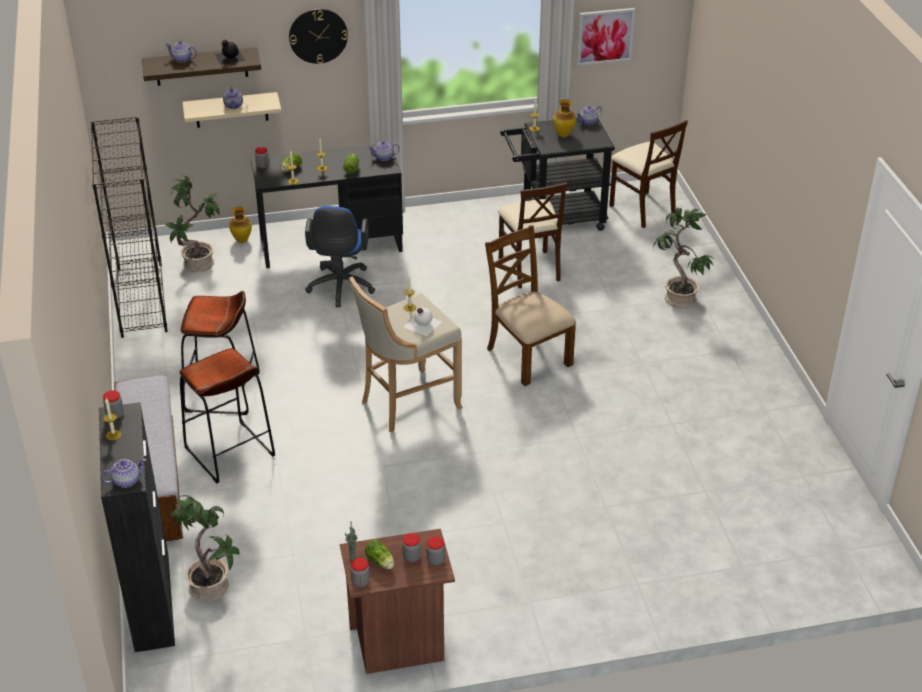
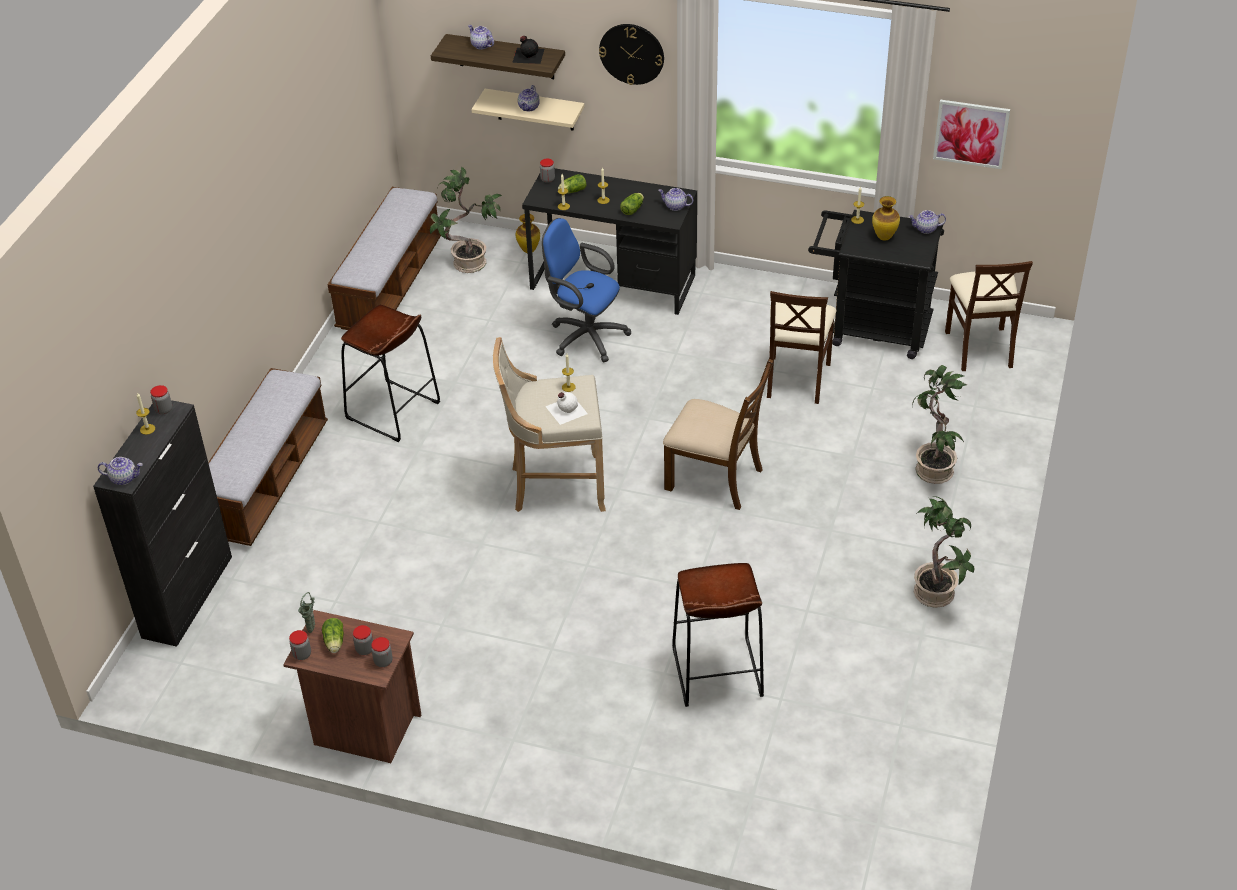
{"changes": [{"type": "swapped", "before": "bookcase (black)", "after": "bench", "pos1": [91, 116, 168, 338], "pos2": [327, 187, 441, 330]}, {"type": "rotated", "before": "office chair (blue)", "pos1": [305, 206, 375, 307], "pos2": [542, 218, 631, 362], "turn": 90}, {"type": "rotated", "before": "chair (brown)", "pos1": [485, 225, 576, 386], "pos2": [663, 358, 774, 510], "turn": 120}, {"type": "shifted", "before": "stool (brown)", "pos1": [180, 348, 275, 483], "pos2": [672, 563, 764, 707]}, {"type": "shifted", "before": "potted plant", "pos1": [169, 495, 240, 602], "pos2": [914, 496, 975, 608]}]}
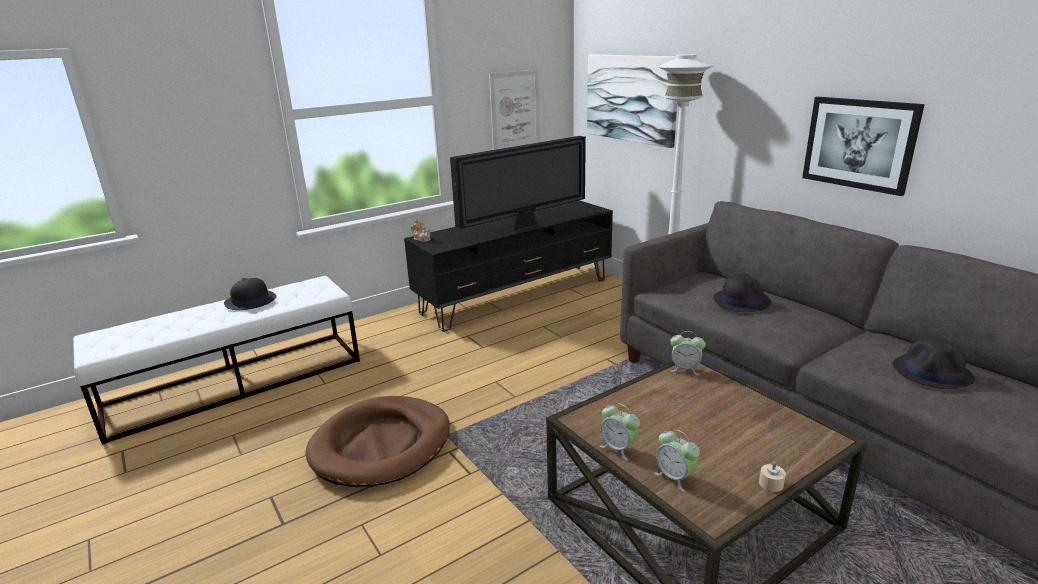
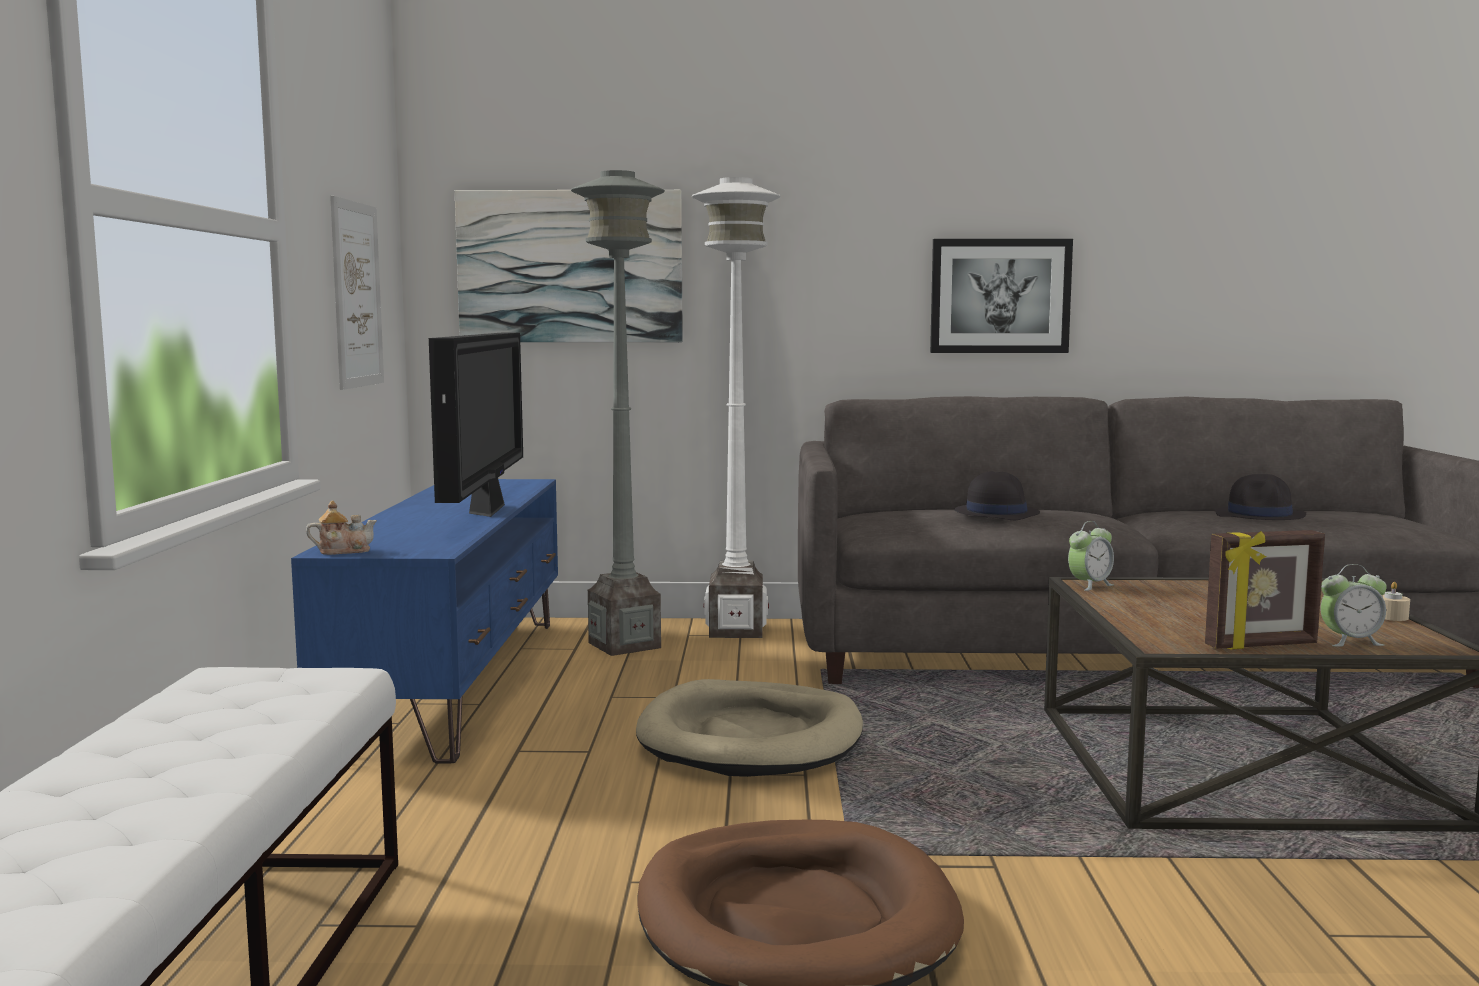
{"changes": [{"type": "repainted", "before": "tv stand (black)", "after": "tv stand (blue)", "pos1": [404, 200, 613, 332], "pos2": [291, 479, 558, 764]}, {"type": "new", "after": "floor lamp (grey)", "pos2": [571, 170, 665, 656]}, {"type": "new", "after": "dog bed (beige)", "pos2": [636, 679, 863, 777]}, {"type": "swapped", "before": "alarm clock", "after": "picture frame", "pos1": [600, 403, 640, 461], "pos2": [1205, 530, 1325, 650]}, {"type": "gone", "before": "hat (black)", "pos1": [224, 278, 277, 310]}]}
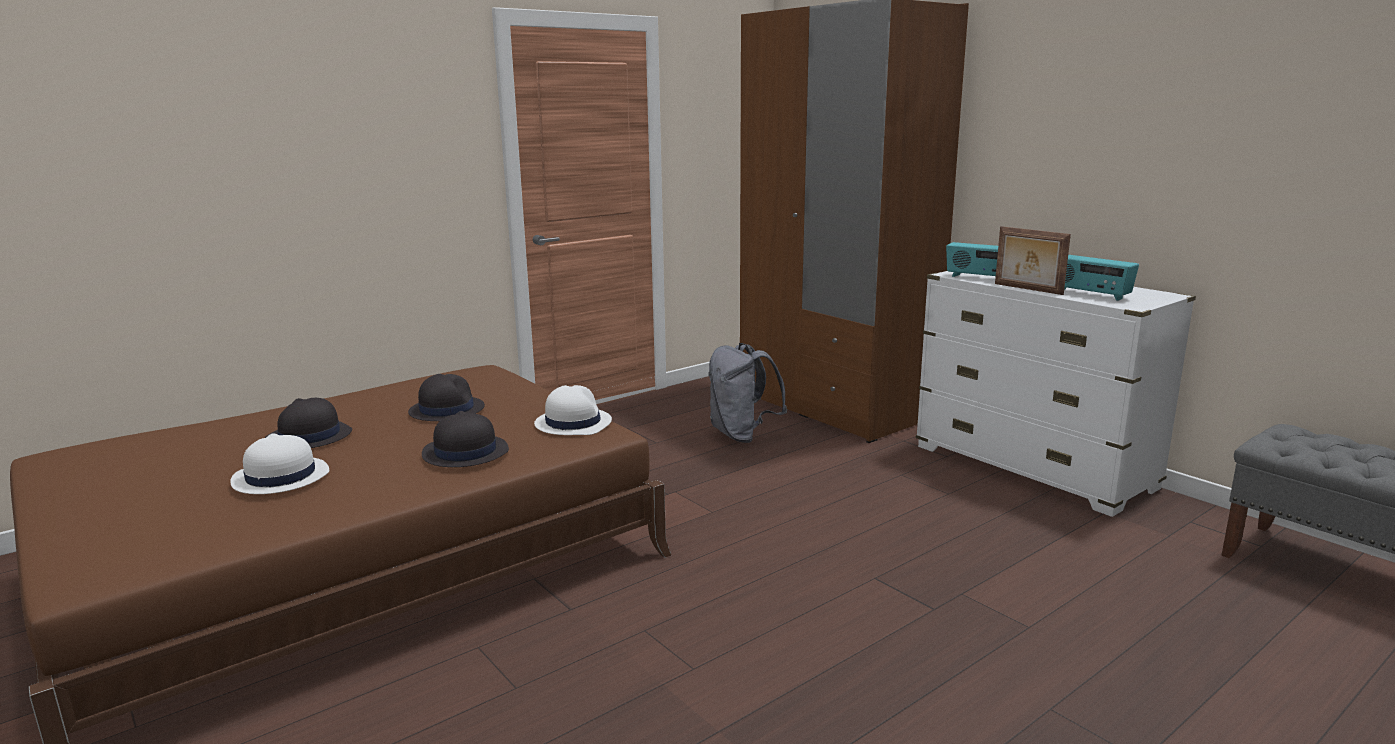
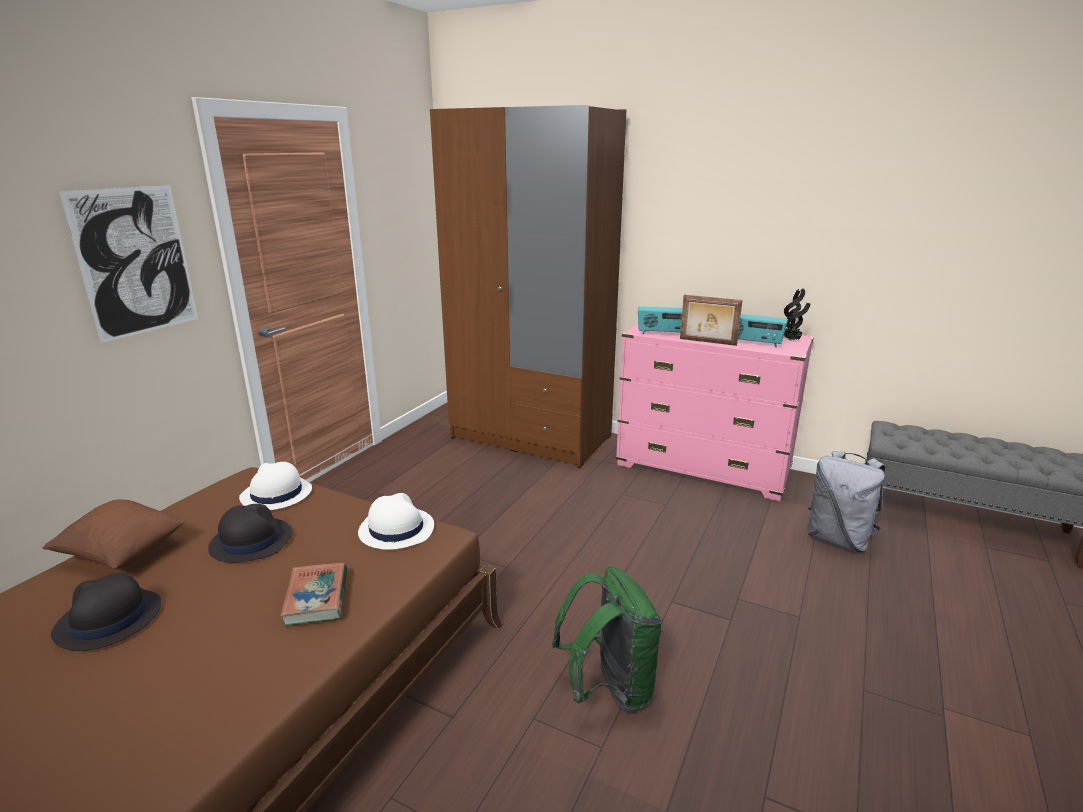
{"changes": [{"type": "new", "after": "pillow (brown)", "pos2": [42, 500, 185, 569]}, {"type": "new", "after": "picture", "pos2": [59, 185, 198, 343]}, {"type": "shifted", "before": "hat (white)", "pos1": [230, 433, 329, 494], "pos2": [239, 462, 312, 510]}, {"type": "swapped", "before": "hat (black)", "after": "book", "pos1": [422, 411, 509, 467], "pos2": [280, 563, 347, 626]}, {"type": "new", "after": "backpack (green)", "pos2": [552, 567, 662, 713]}, {"type": "repainted", "before": "dresser (white)", "after": "dresser (pink)", "pos1": [916, 271, 1196, 517], "pos2": [616, 323, 814, 501]}, {"type": "new", "after": "potted plant", "pos2": [784, 288, 811, 341]}, {"type": "shifted", "before": "backpack (grey)", "pos1": [708, 343, 787, 443], "pos2": [807, 451, 885, 552]}]}
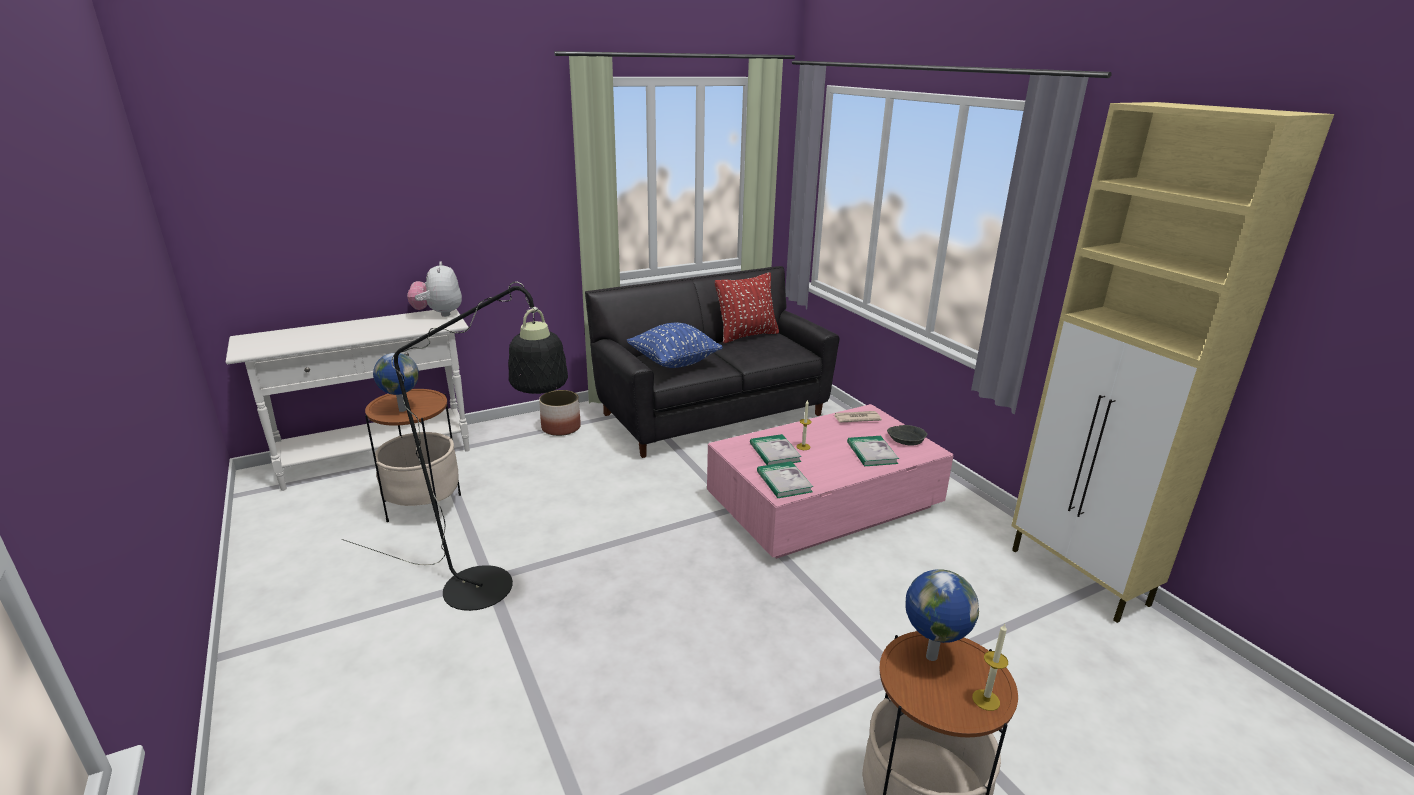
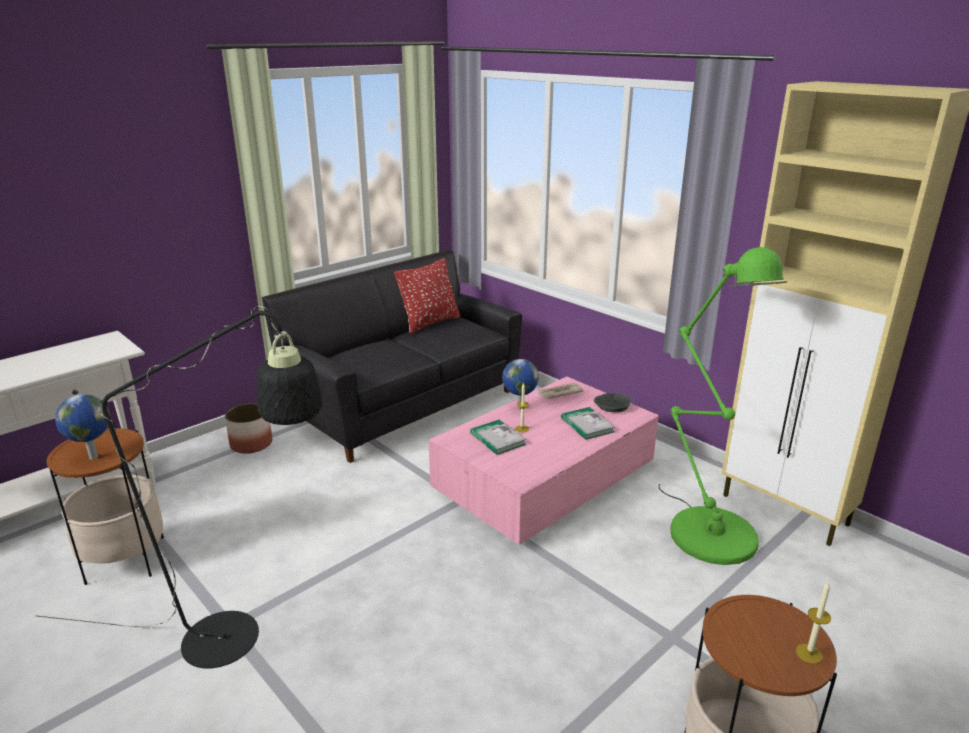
{"changes": [{"type": "shifted", "before": "globe", "pos1": [905, 569, 979, 661], "pos2": [502, 359, 539, 410]}, {"type": "new", "after": "floor lamp (green)", "pos2": [659, 247, 787, 565]}, {"type": "gone", "before": "plush toy", "pos1": [407, 261, 462, 317]}, {"type": "gone", "before": "pillow (blue)", "pos1": [627, 323, 723, 368]}, {"type": "gone", "before": "book", "pos1": [757, 461, 813, 498]}]}
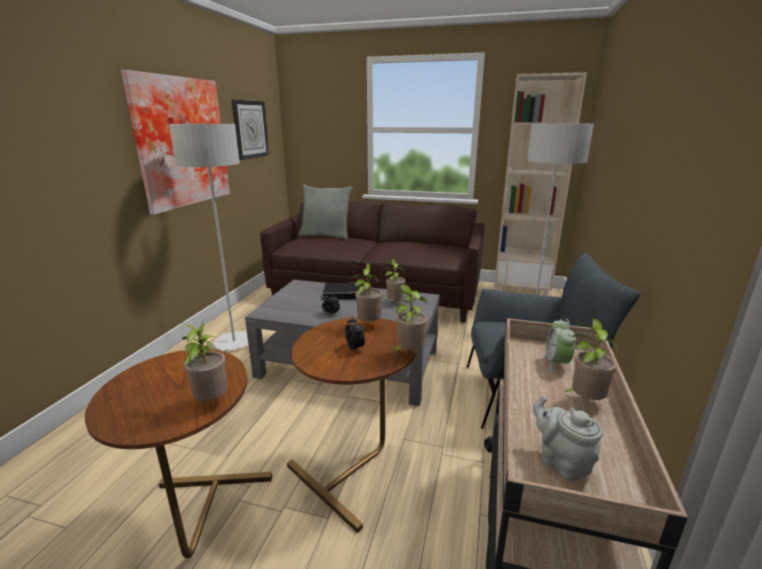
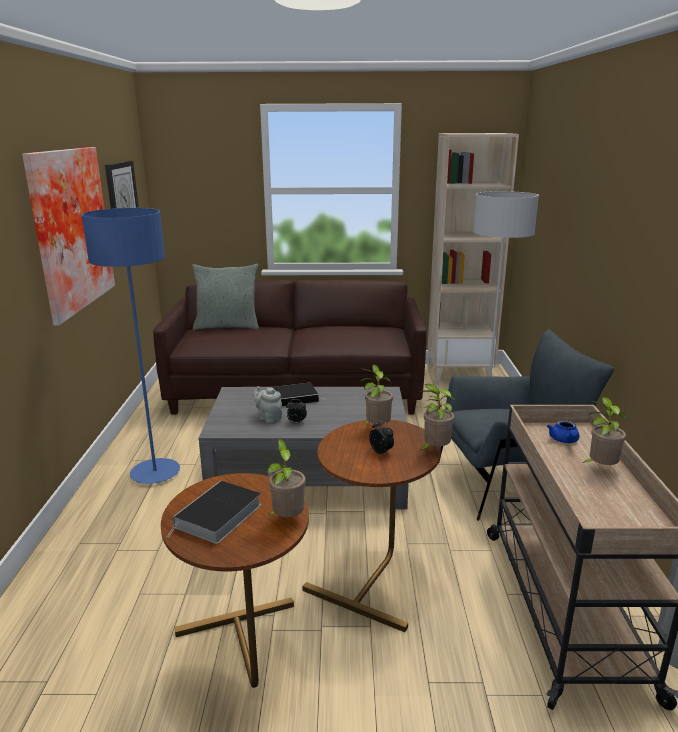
{"changes": [{"type": "repainted", "before": "floor lamp (grey)", "after": "floor lamp (blue)", "pos1": [169, 124, 248, 350], "pos2": [82, 208, 180, 484]}, {"type": "new", "after": "book", "pos2": [167, 481, 261, 544]}, {"type": "shifted", "before": "teapot (grey)", "pos1": [533, 396, 603, 481], "pos2": [254, 386, 282, 423]}, {"type": "swapped", "before": "alarm clock", "after": "teapot (blue)", "pos1": [543, 318, 576, 372], "pos2": [547, 420, 579, 443]}, {"type": "gone", "before": "potted plant", "pos1": [383, 259, 405, 300]}]}
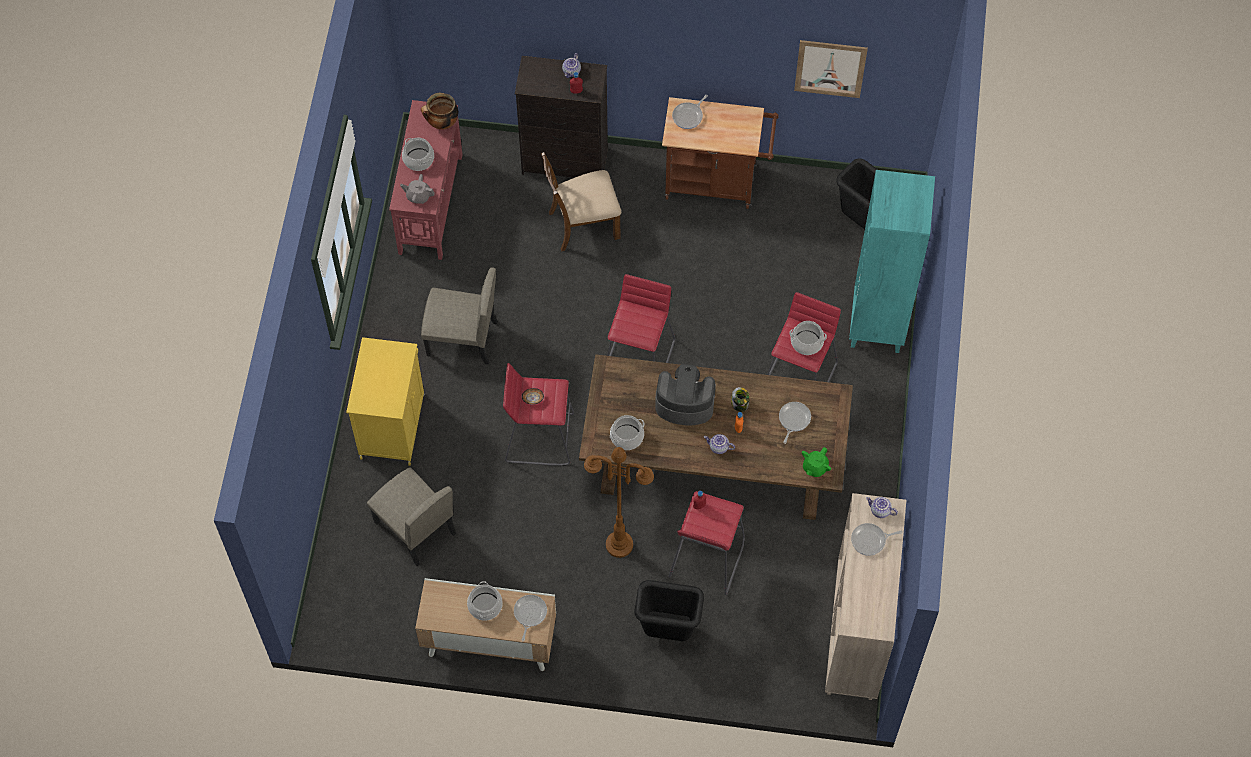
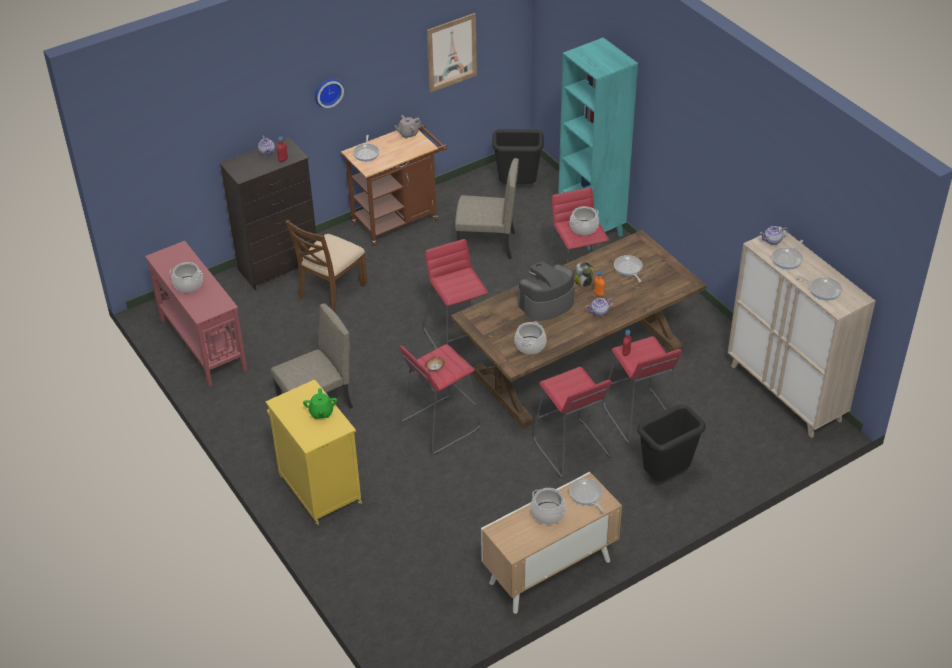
{"changes": [{"type": "shifted", "before": "teapot (green)", "pos1": [802, 447, 831, 477], "pos2": [303, 388, 337, 419]}, {"type": "new", "after": "wall clock", "pos2": [315, 79, 344, 108]}, {"type": "shifted", "before": "teapot (grey)", "pos1": [400, 174, 435, 204], "pos2": [394, 115, 421, 139]}, {"type": "shifted", "before": "chair (beige)", "pos1": [367, 467, 456, 566], "pos2": [455, 158, 519, 259]}, {"type": "swapped", "before": "floor lamp (brown)", "after": "stool (red)", "pos1": [584, 447, 654, 558], "pos2": [533, 367, 612, 478]}, {"type": "new", "after": "frying pan", "pos2": [796, 275, 842, 300]}, {"type": "gone", "before": "cooking pot", "pos1": [421, 93, 458, 129]}]}
